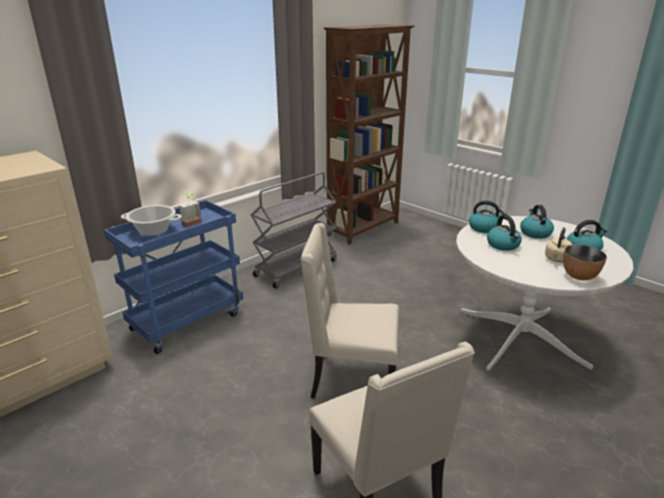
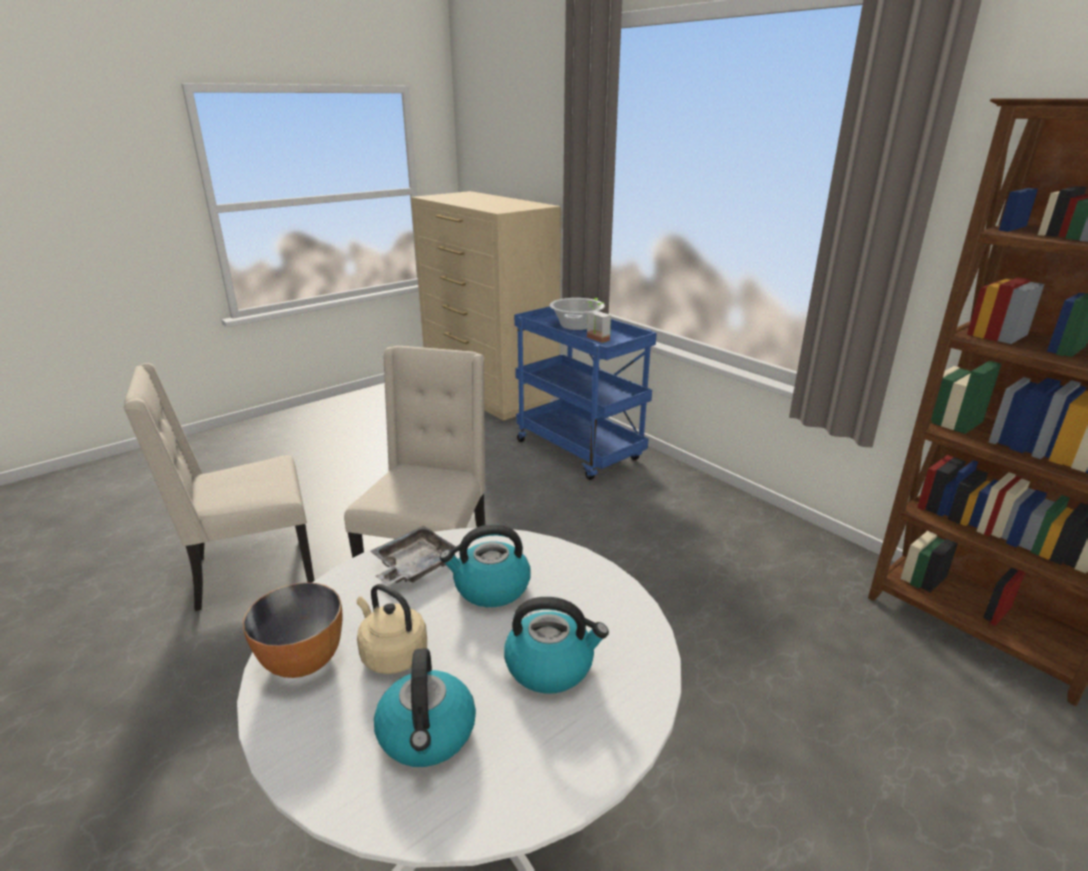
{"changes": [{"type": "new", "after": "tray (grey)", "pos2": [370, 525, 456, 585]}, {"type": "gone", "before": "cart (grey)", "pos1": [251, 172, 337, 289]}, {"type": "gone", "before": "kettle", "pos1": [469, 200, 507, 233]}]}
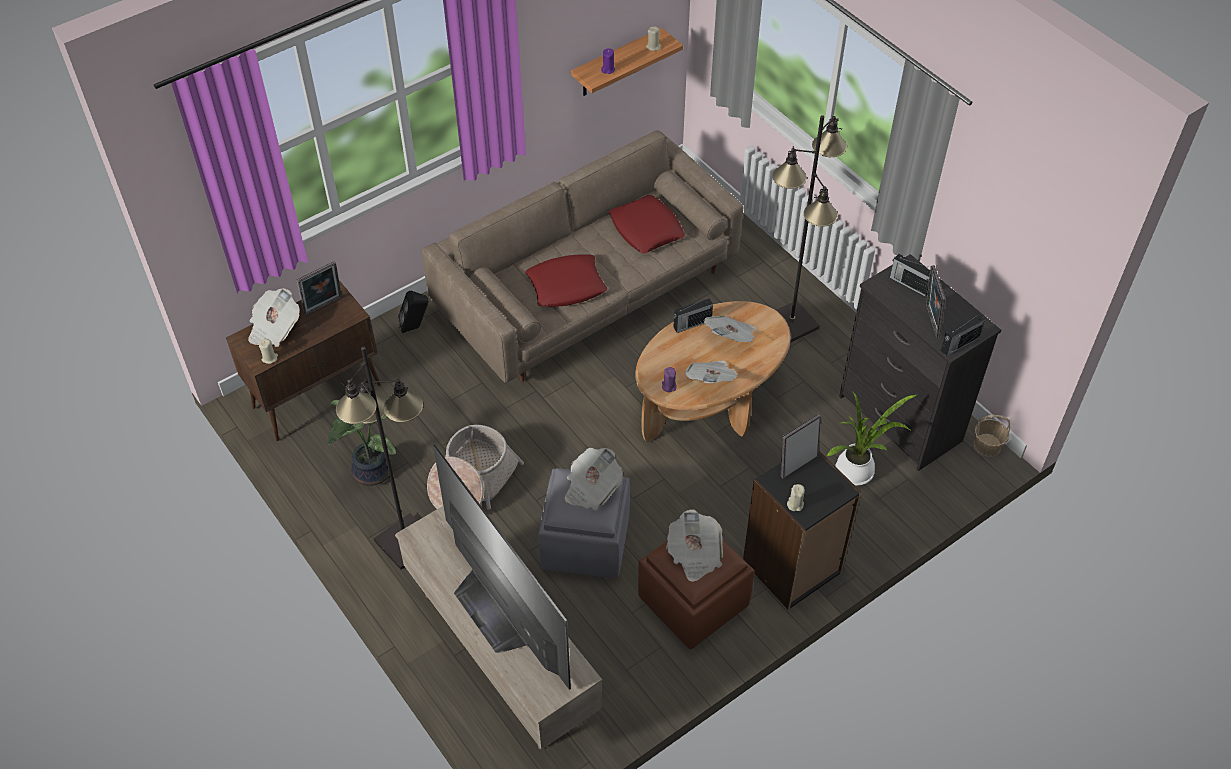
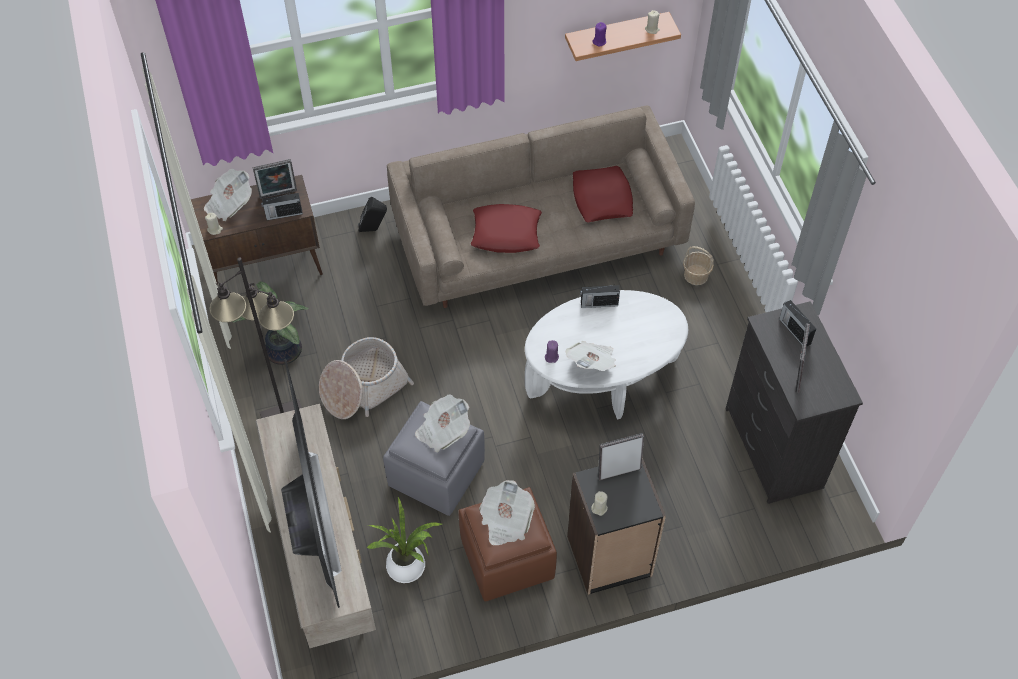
{"changes": [{"type": "shifted", "before": "radio", "pos1": [941, 314, 985, 356], "pos2": [261, 192, 303, 220]}, {"type": "shifted", "before": "potted plant", "pos1": [826, 391, 916, 486], "pos2": [367, 497, 442, 583]}, {"type": "repainted", "before": "coffee table (brown)", "after": "coffee table (white)", "pos1": [635, 301, 791, 442], "pos2": [525, 290, 688, 419]}, {"type": "shifted", "before": "basket", "pos1": [973, 415, 1010, 457], "pos2": [683, 246, 714, 285]}, {"type": "gone", "before": "newspaper", "pos1": [704, 316, 756, 342]}, {"type": "gone", "before": "floor lamp (black)", "pos1": [772, 115, 847, 343]}]}
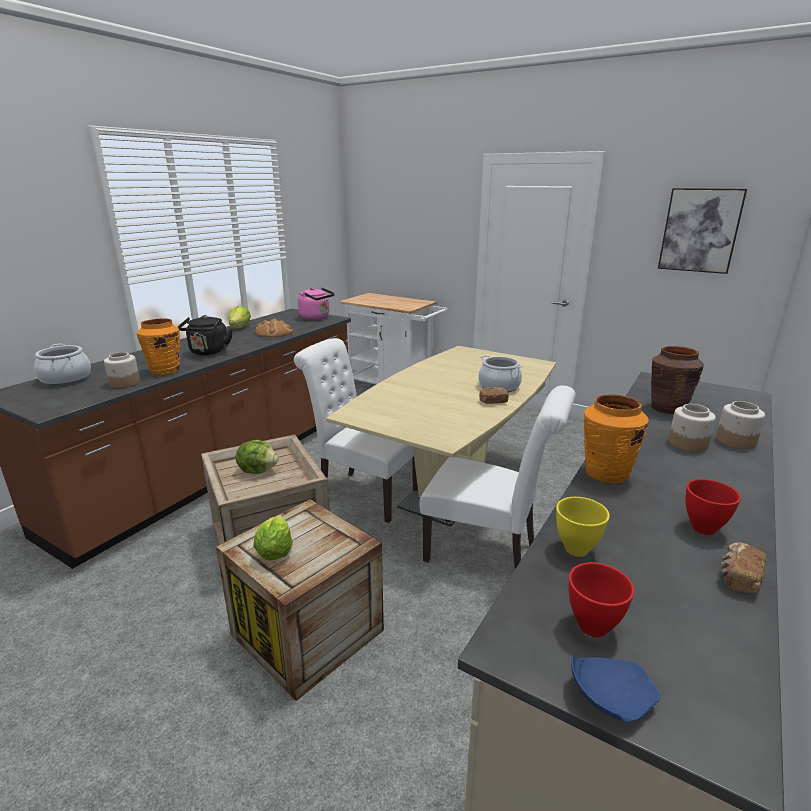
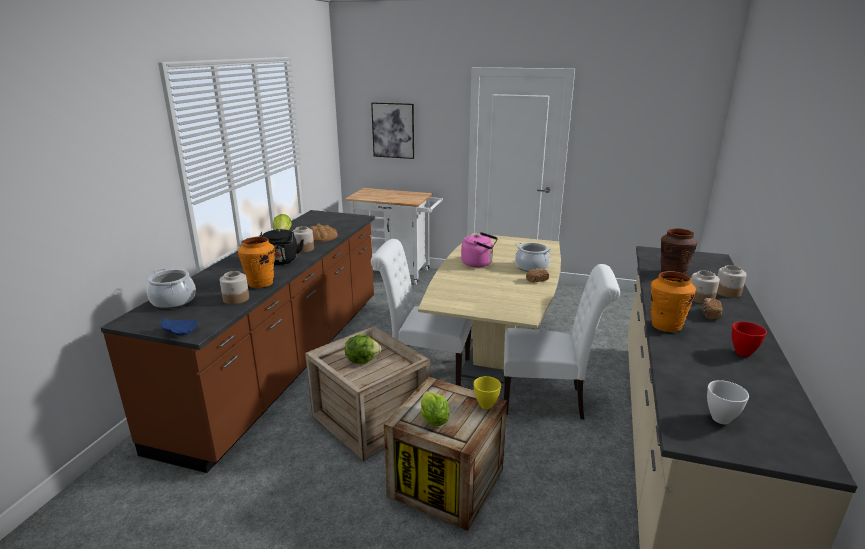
{"changes": [{"type": "shifted", "before": "plate (blue)", "pos1": [571, 655, 660, 722], "pos2": [160, 318, 198, 336]}, {"type": "new", "after": "jar", "pos2": [293, 226, 314, 253]}, {"type": "shifted", "before": "picture", "pos1": [658, 188, 747, 274], "pos2": [371, 102, 414, 159]}, {"type": "shifted", "before": "kettle (pink)", "pos1": [298, 288, 335, 320], "pos2": [461, 232, 498, 267]}, {"type": "shifted", "before": "bowl (yellow)", "pos1": [556, 497, 610, 557], "pos2": [473, 376, 501, 409]}, {"type": "shifted", "before": "bread", "pos1": [721, 543, 767, 594], "pos2": [701, 298, 723, 319]}, {"type": "repainted", "before": "bowl (red)", "after": "bowl (white)", "pos1": [569, 562, 634, 637], "pos2": [707, 380, 749, 424]}]}
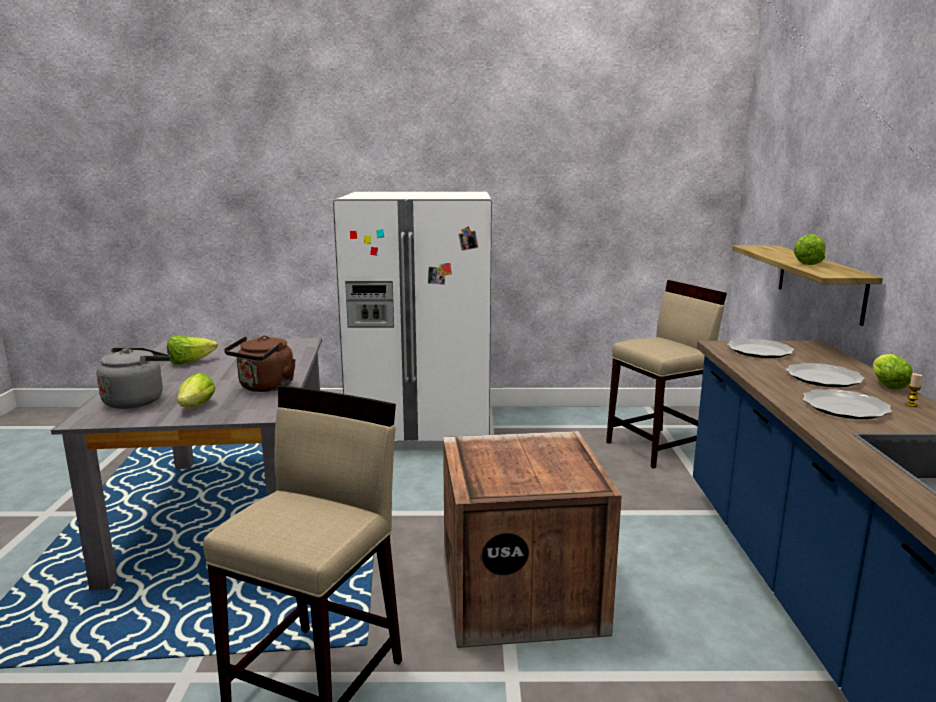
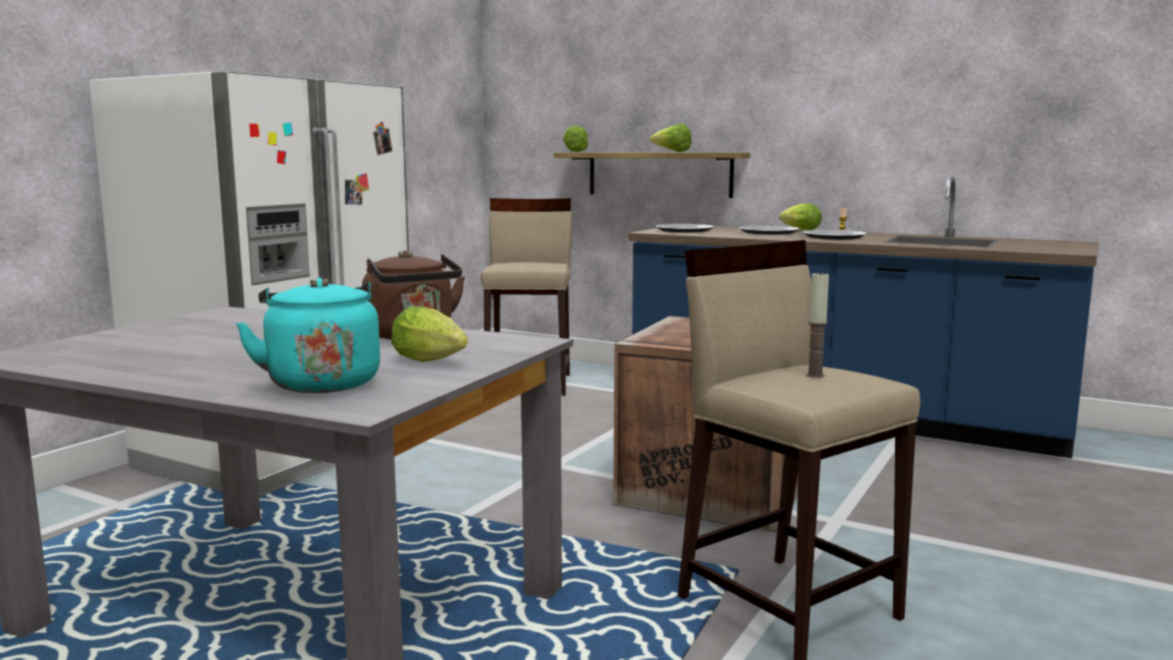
{"changes": [{"type": "repainted", "before": "kettle (grey)", "after": "kettle (turquoise)", "pos1": [97, 348, 171, 409], "pos2": [236, 278, 380, 393]}, {"type": "shifted", "before": "lettuce", "pos1": [167, 336, 218, 365], "pos2": [563, 125, 588, 152]}, {"type": "new", "after": "candle", "pos2": [806, 271, 829, 378]}]}
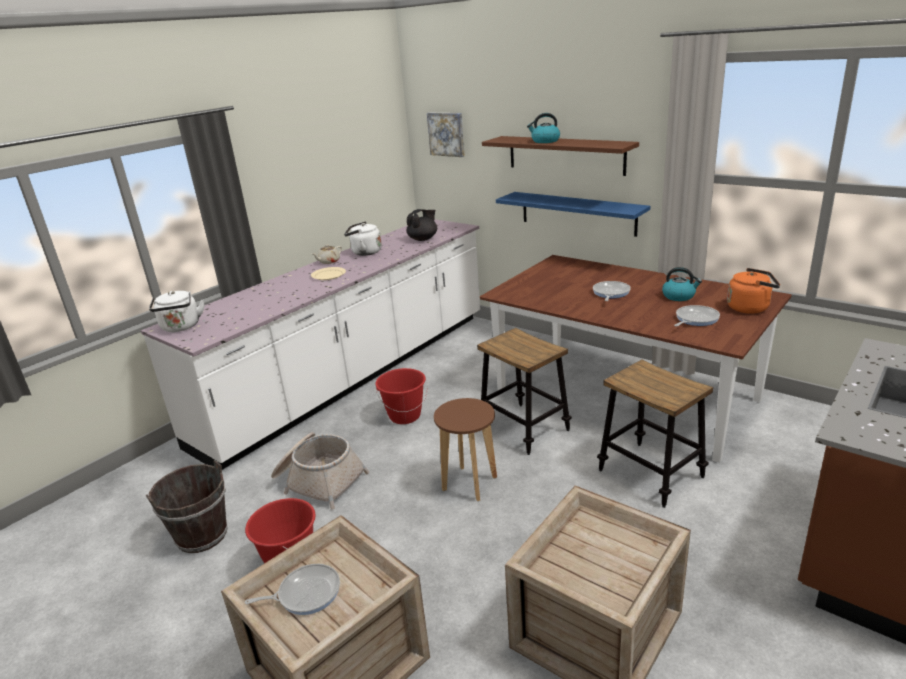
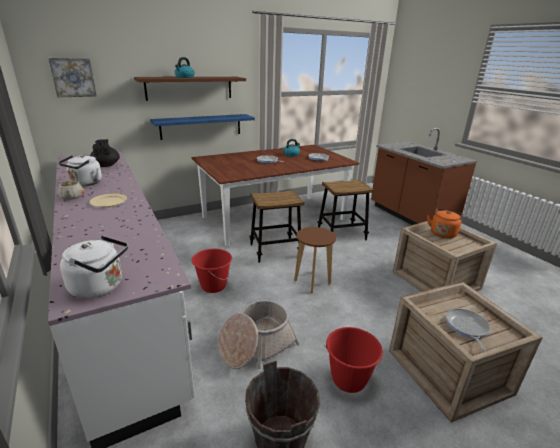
{"changes": [{"type": "shifted", "before": "kettle (orange)", "pos1": [727, 268, 780, 314], "pos2": [427, 208, 464, 239]}]}
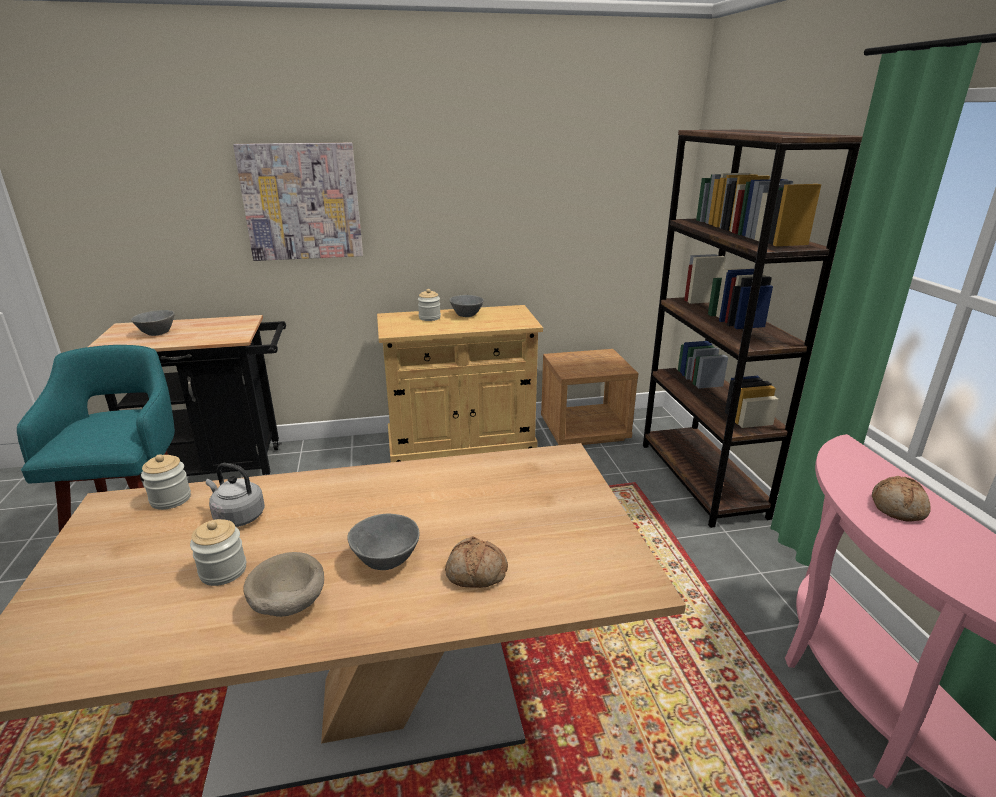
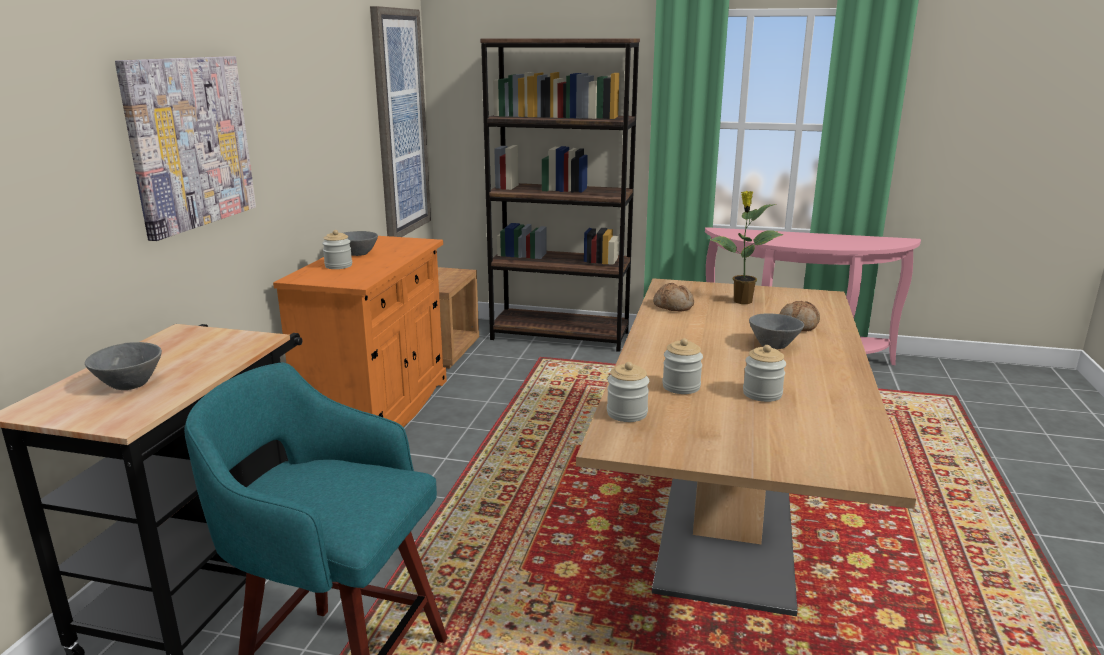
{"changes": [{"type": "repainted", "before": "cabinet (beige)", "after": "cabinet (orange)", "pos1": [377, 305, 543, 462], "pos2": [273, 236, 447, 427]}, {"type": "new", "after": "picture", "pos2": [370, 6, 431, 237]}, {"type": "shifted", "before": "bread", "pos1": [872, 476, 931, 521], "pos2": [653, 283, 694, 312]}, {"type": "swapped", "before": "kettle (grey)", "after": "jar", "pos1": [206, 463, 265, 527], "pos2": [662, 338, 703, 394]}, {"type": "new", "after": "potted plant", "pos2": [709, 191, 784, 304]}, {"type": "gone", "before": "bowl (beige)", "pos1": [243, 552, 324, 617]}]}
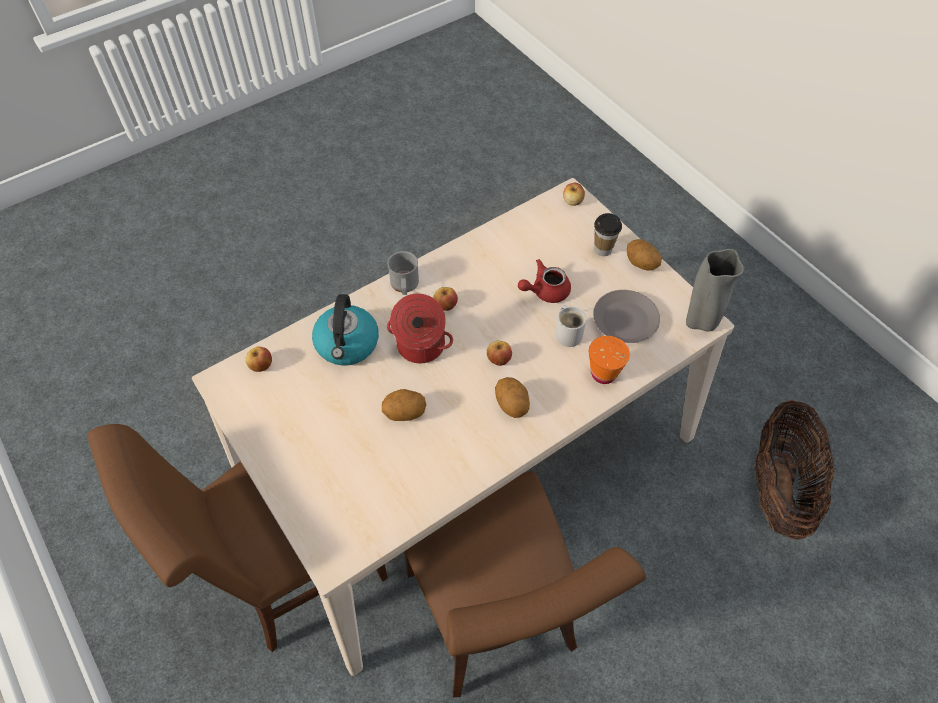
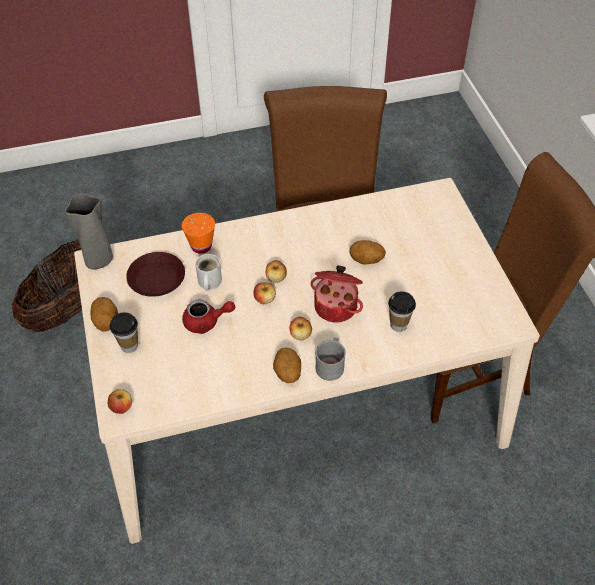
{"changes": [{"type": "repainted", "before": "plate (grey)", "after": "plate (brown)", "pos1": [593, 290, 660, 343], "pos2": [126, 252, 185, 297]}, {"type": "shifted", "before": "apple", "pos1": [245, 347, 272, 372], "pos2": [254, 282, 276, 304]}, {"type": "shifted", "before": "potato", "pos1": [495, 377, 530, 418], "pos2": [273, 347, 301, 383]}, {"type": "swapped", "before": "kettle", "after": "cup", "pos1": [312, 294, 379, 366], "pos2": [388, 291, 416, 332]}]}
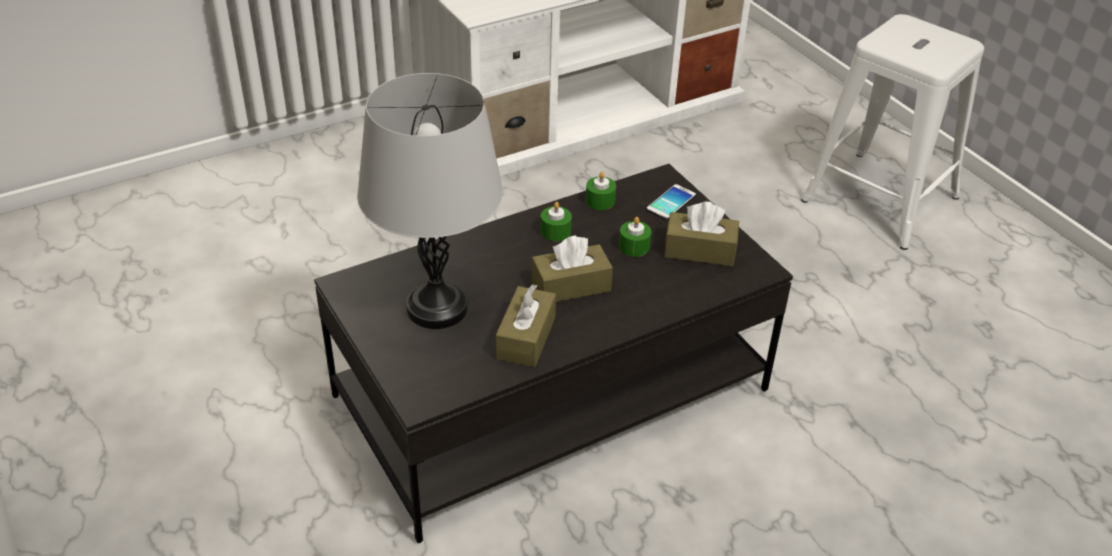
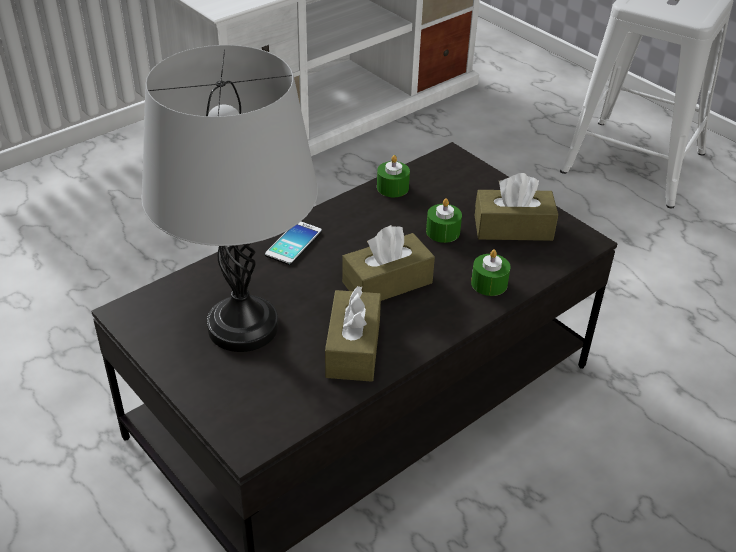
{"changes": [{"type": "shifted", "before": "phone", "pos1": [646, 184, 696, 220], "pos2": [265, 221, 322, 265]}, {"type": "shifted", "before": "candle (green)", "pos1": [540, 202, 572, 241], "pos2": [471, 249, 510, 296]}]}
